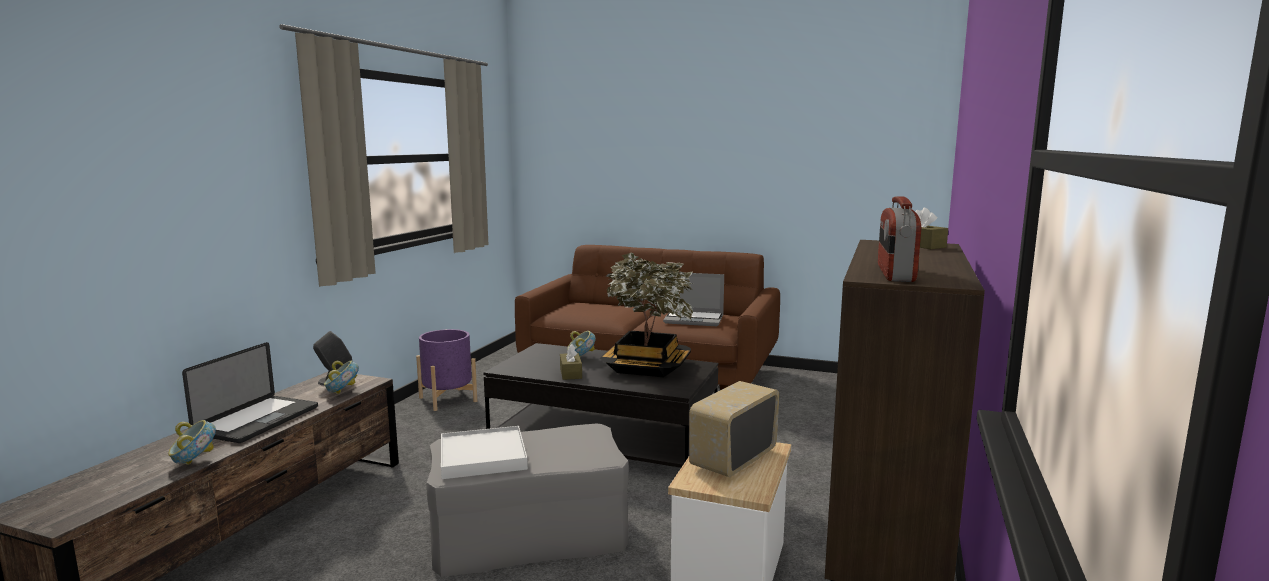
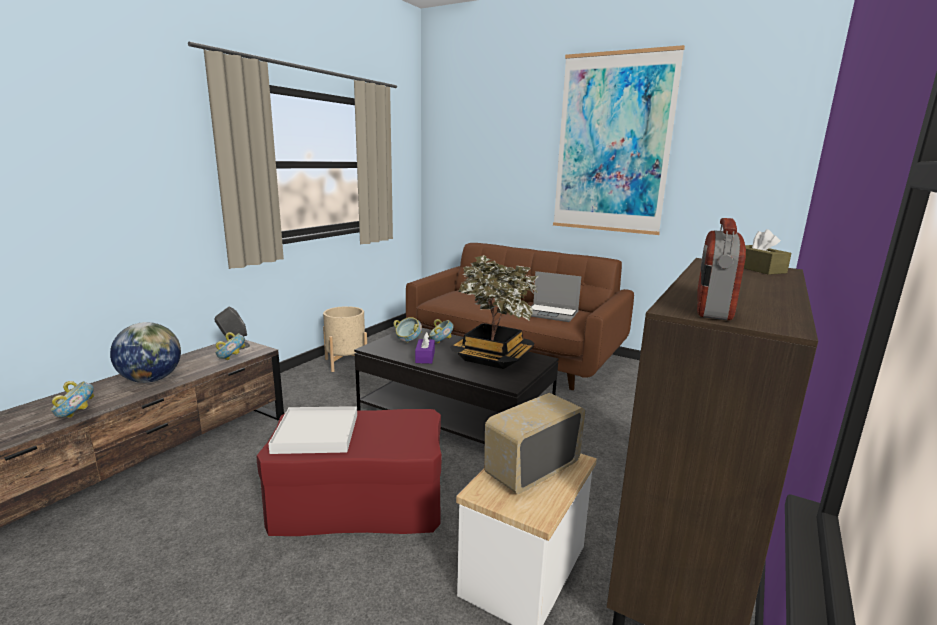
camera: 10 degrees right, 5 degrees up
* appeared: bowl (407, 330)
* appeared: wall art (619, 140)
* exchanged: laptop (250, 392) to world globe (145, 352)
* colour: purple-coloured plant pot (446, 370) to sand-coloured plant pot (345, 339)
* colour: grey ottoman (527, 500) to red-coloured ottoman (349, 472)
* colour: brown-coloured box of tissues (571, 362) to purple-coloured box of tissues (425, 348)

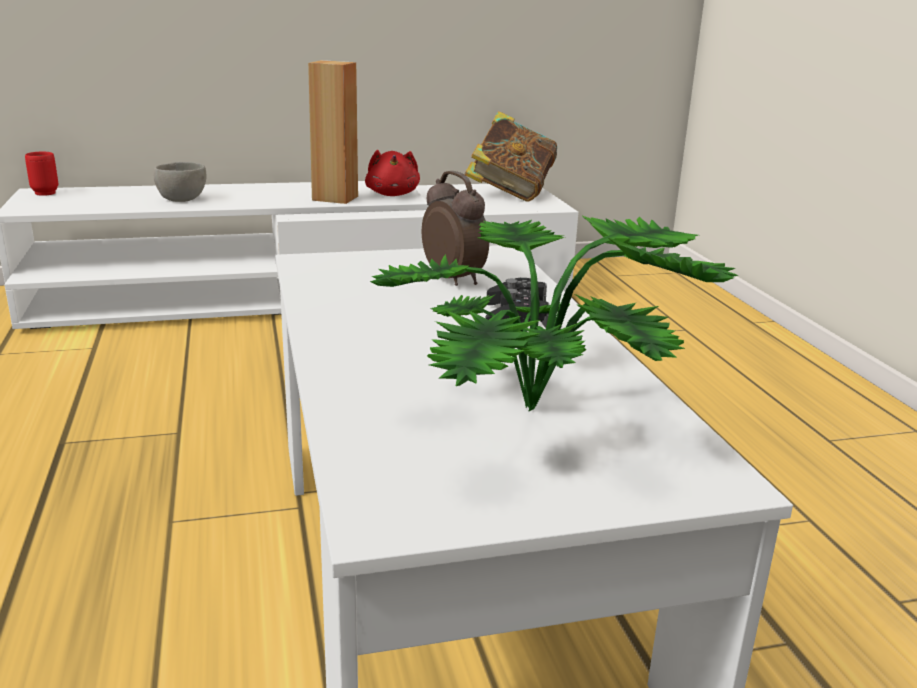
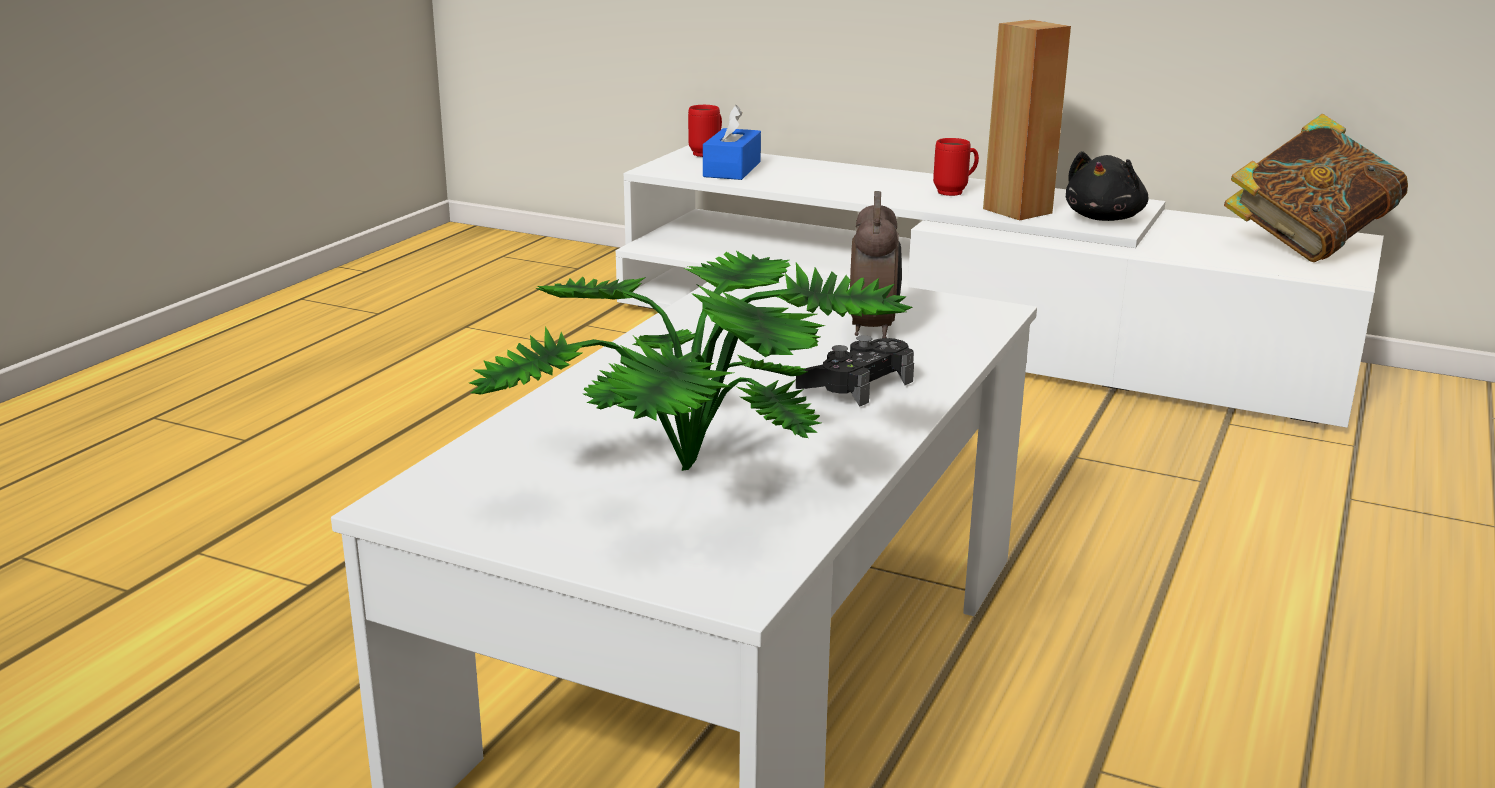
camera: 40 degrees right, 0 degrees up
* missing: grey bowl (180, 182)
* appeared: bluish box of tissues (732, 142)
* appeared: red-coloured mug (956, 167)
* colour: red-coloured plush toy (392, 173) to blackish plush toy (1107, 186)

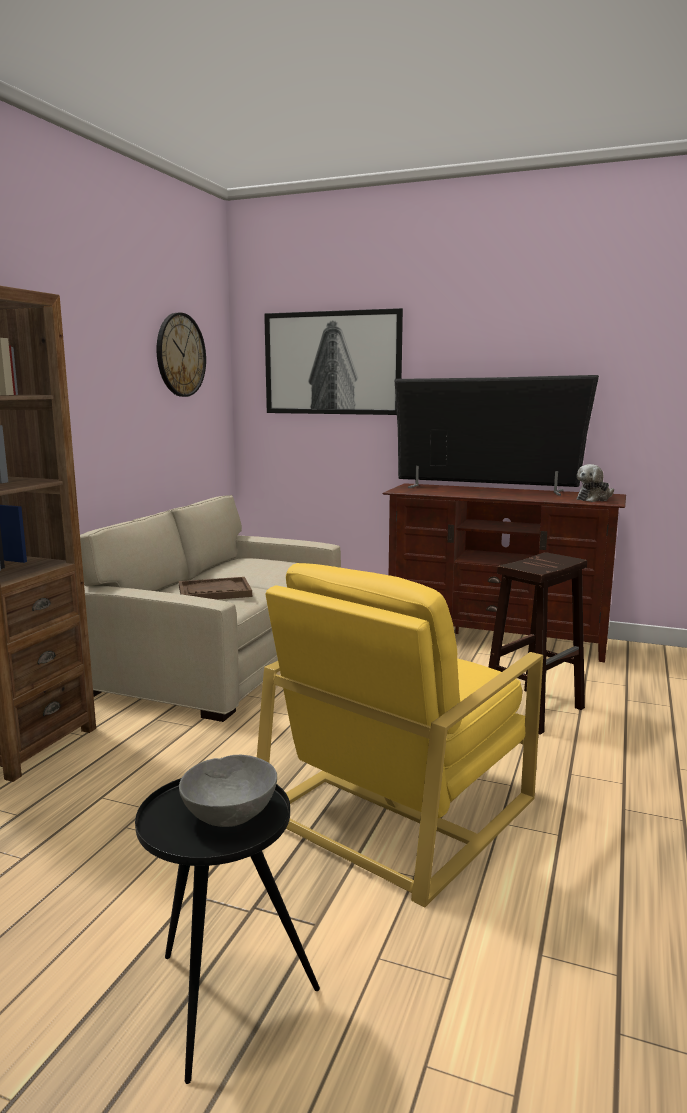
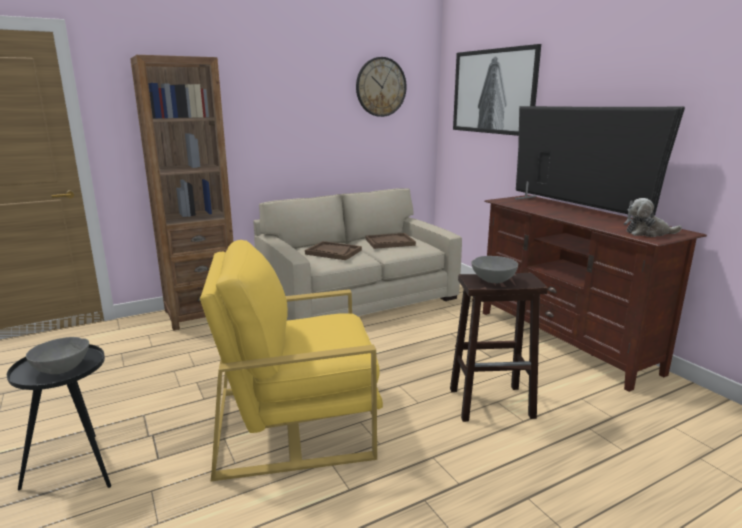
camera: 40 degrees right, 5 degrees up
* appeared: brown-coloured carrying tray (390, 241)
* appeared: grey bowl (494, 269)

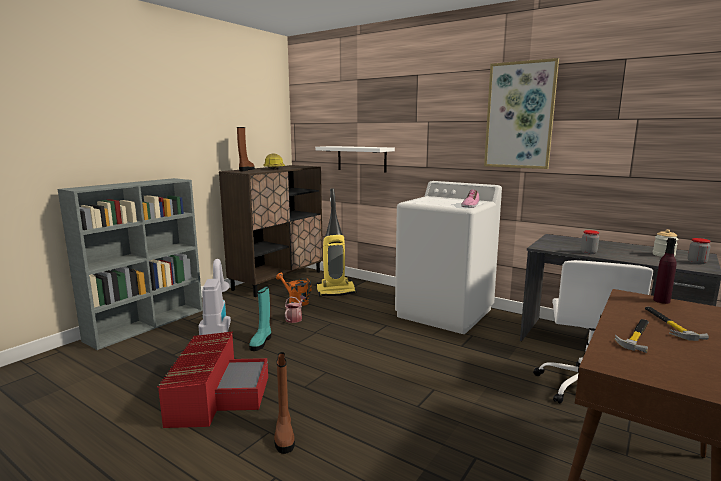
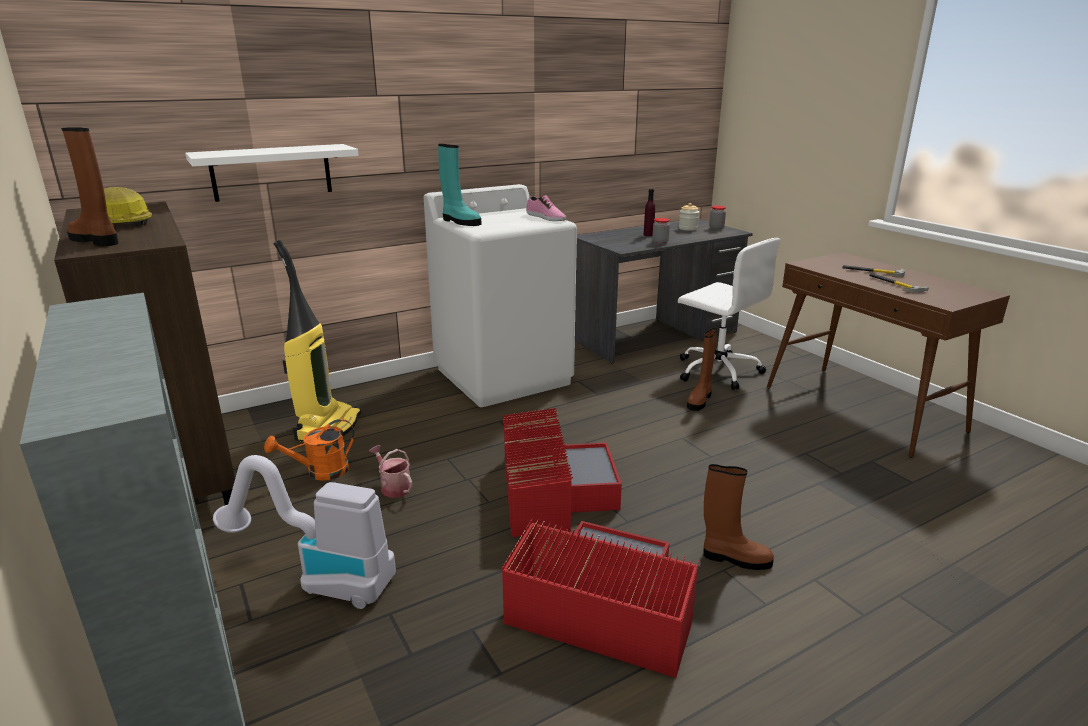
camera: 65 degrees left, 10 degrees up
* missing: wall art (521, 113)
* appeared: red-coloured storage box (562, 472)
* appeared: brown-coloured high-top boot (702, 369)
* relocated: turquoise high-top boot (260, 318) to (460, 185)
* relocated: purple-coloured beverage bottle (664, 271) to (649, 212)

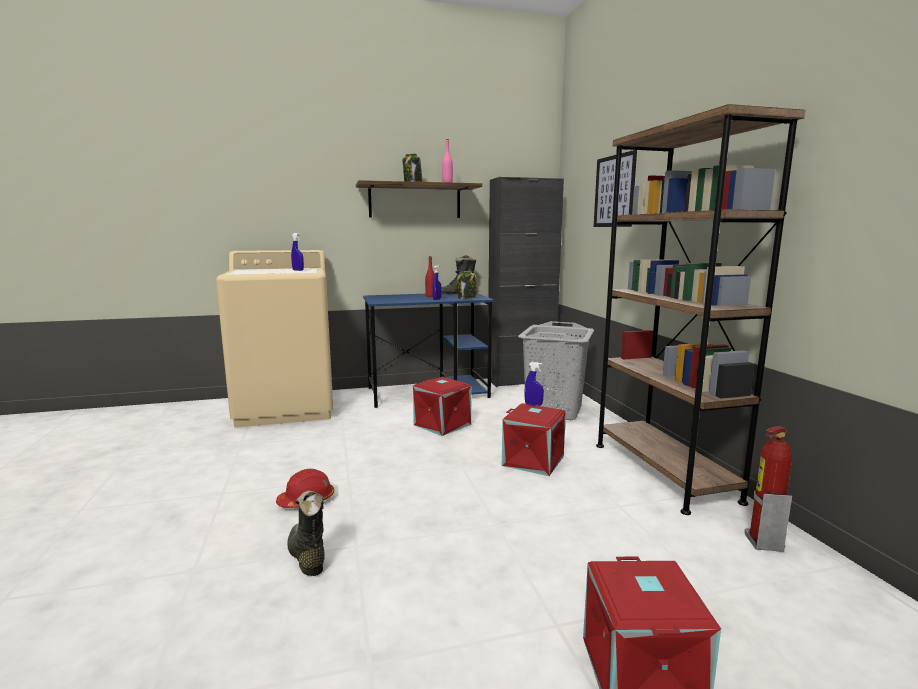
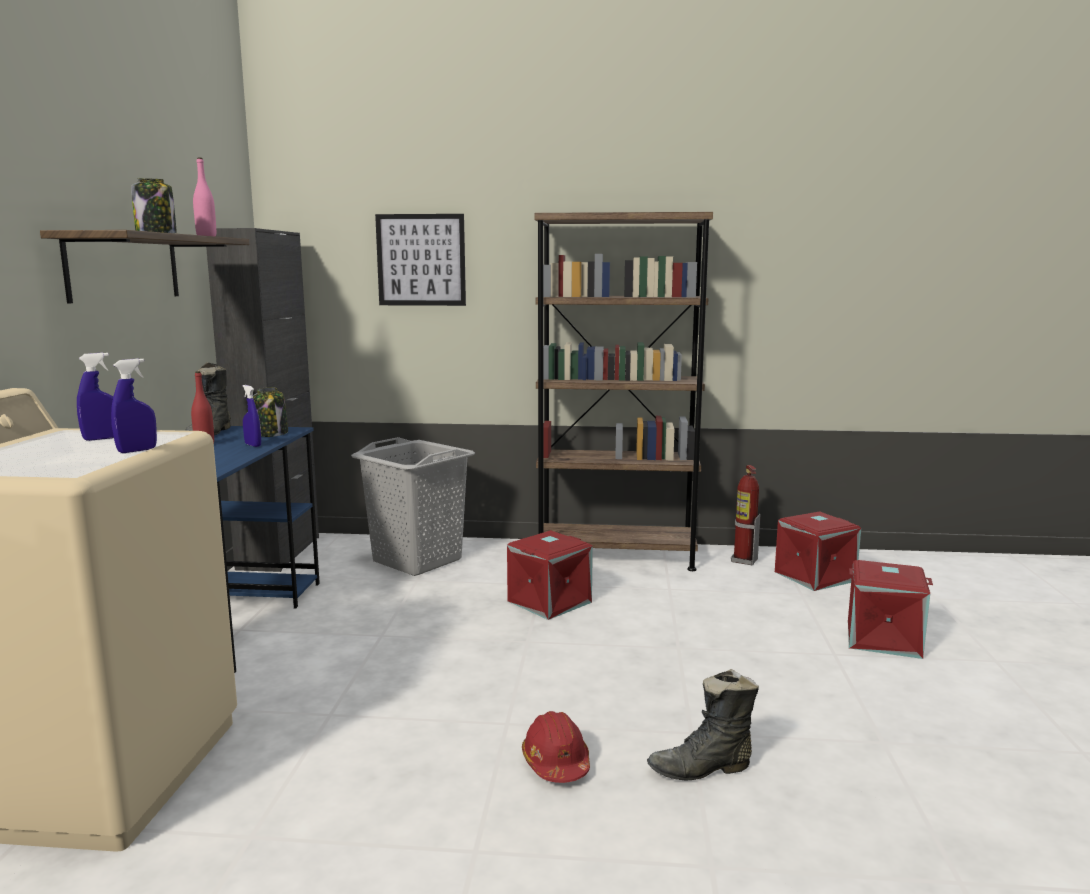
camera: 70 degrees left, 0 degrees up
* relocated: red-coloured storage box (442, 406) to (818, 551)
* relocated: bluish sprayer (534, 384) to (134, 405)

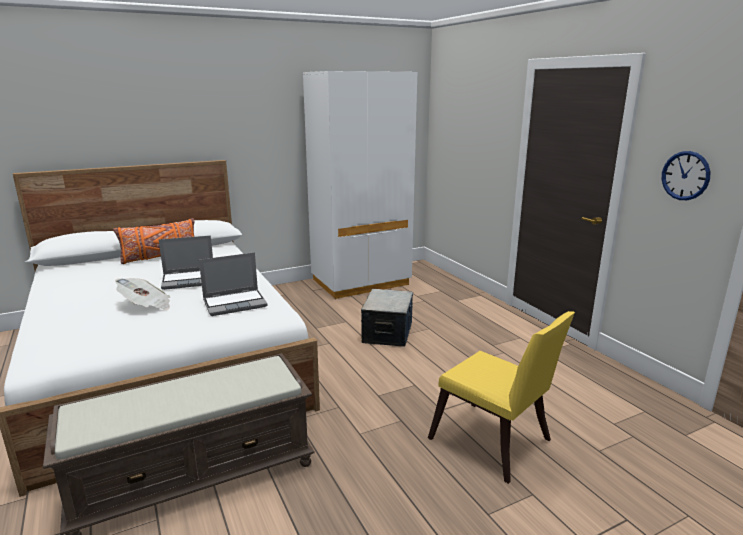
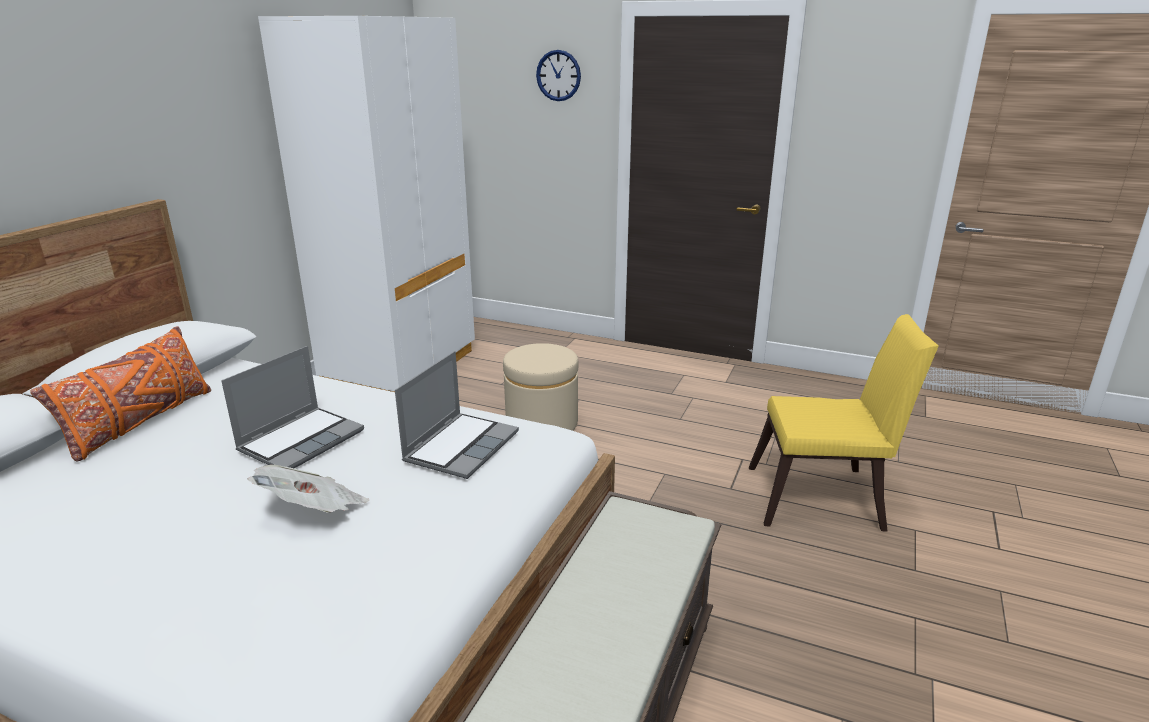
camera: 40 degrees left, 5 degrees up
* relocated: clock on the wall (686, 175) to (558, 75)
* exchanged: storage box (387, 318) to sand-coloured ottoman (540, 387)

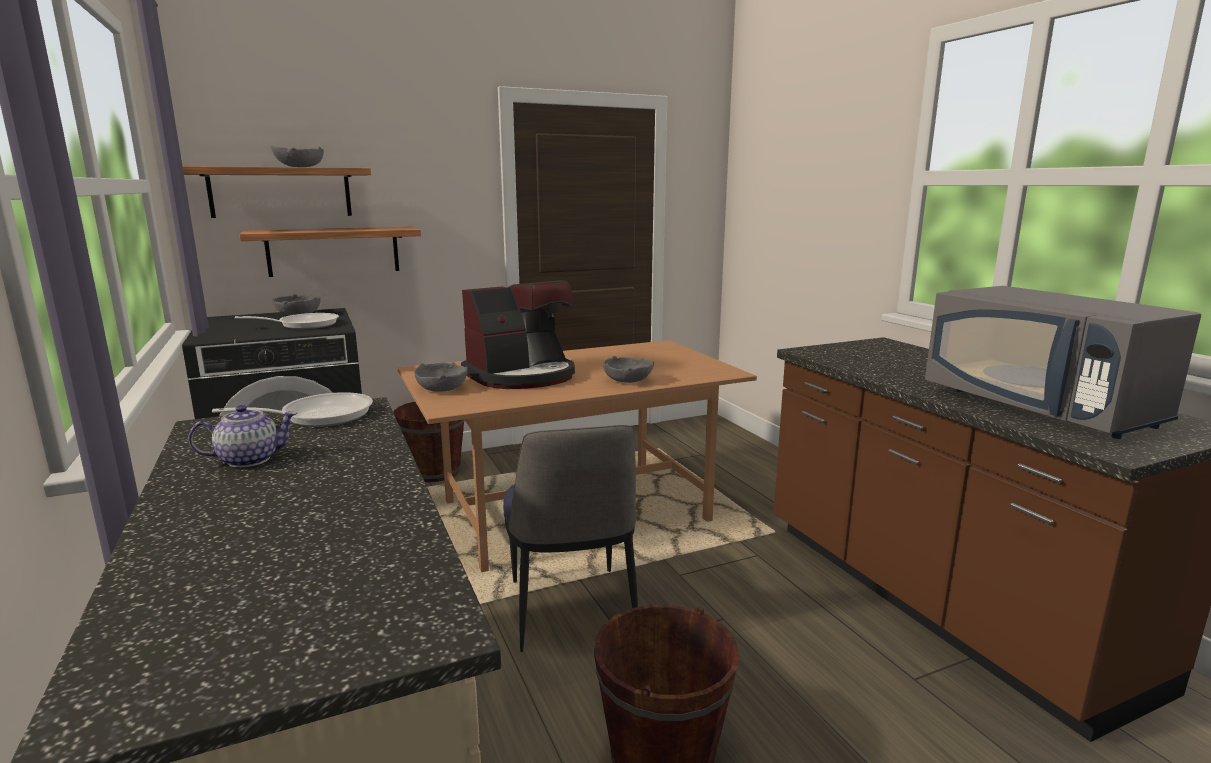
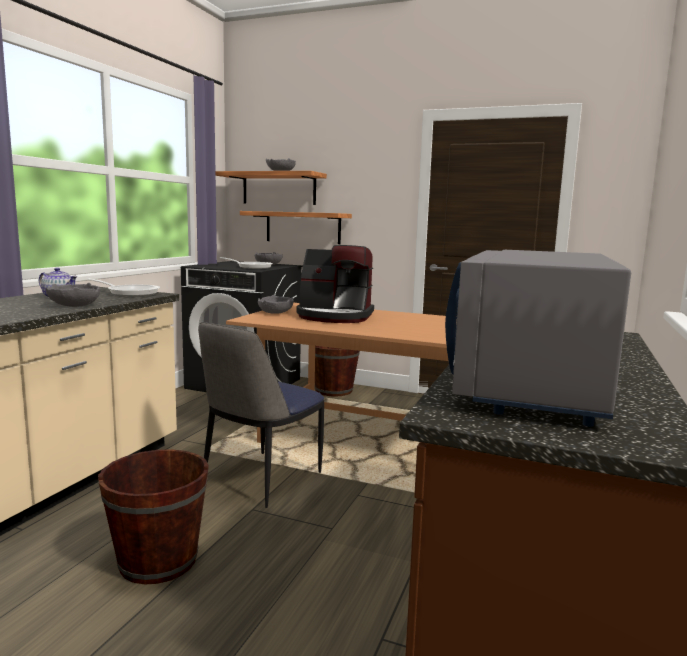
camera: 45 degrees right, 5 degrees down
* relocated: grey bowl (628, 369) to (73, 295)

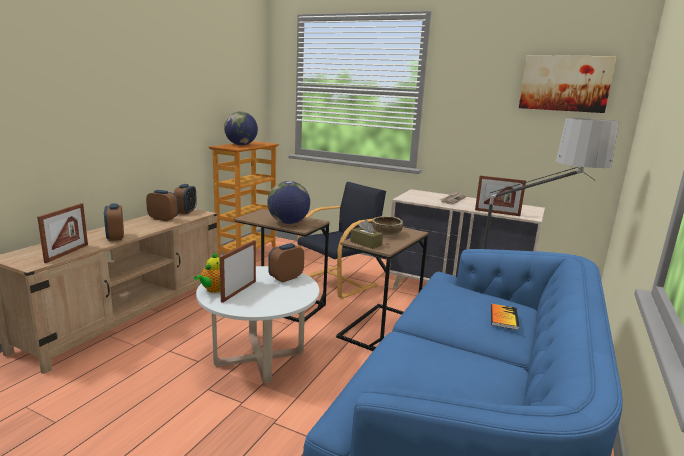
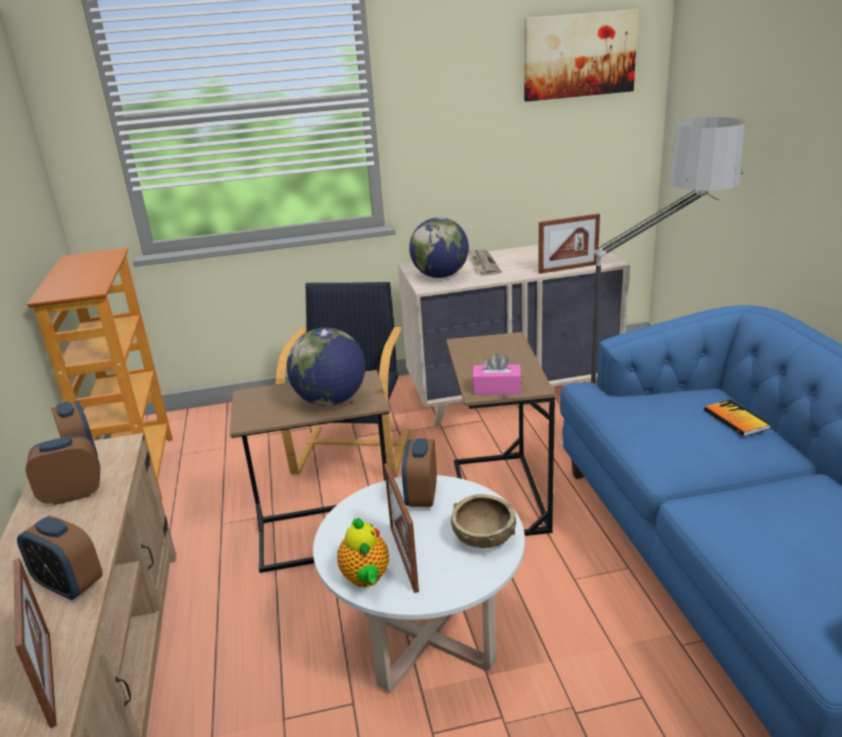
camera: 35 degrees left, 10 degrees up
* relocated: world globe (241, 128) to (439, 247)
* relocated: brown-coloured bowl (387, 225) to (483, 521)
* colour: brown-coloured box of tissues (366, 234) to pink-coloured box of tissues (497, 374)

